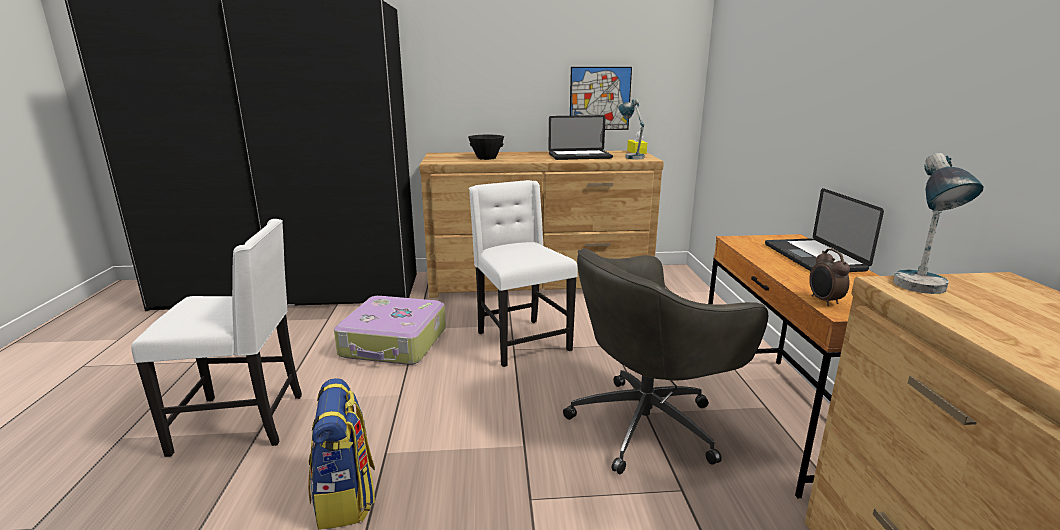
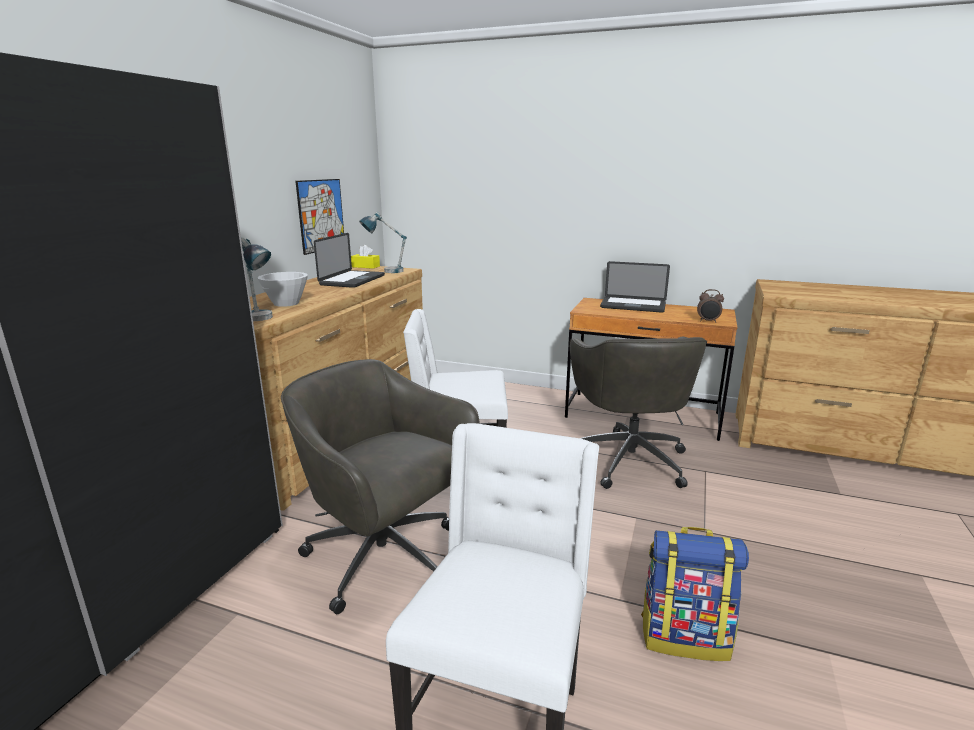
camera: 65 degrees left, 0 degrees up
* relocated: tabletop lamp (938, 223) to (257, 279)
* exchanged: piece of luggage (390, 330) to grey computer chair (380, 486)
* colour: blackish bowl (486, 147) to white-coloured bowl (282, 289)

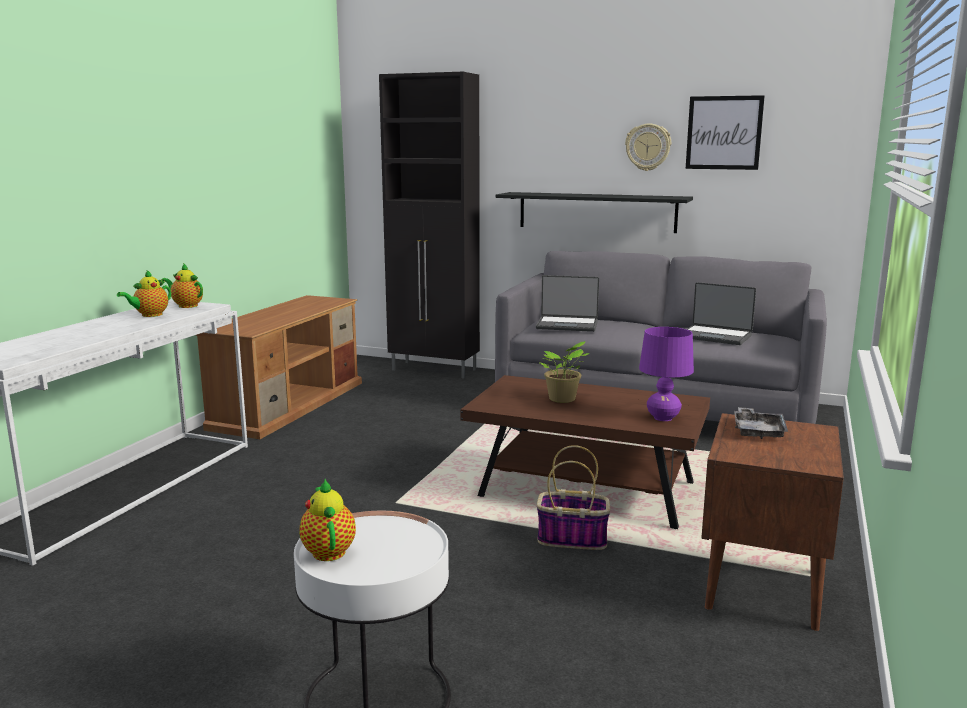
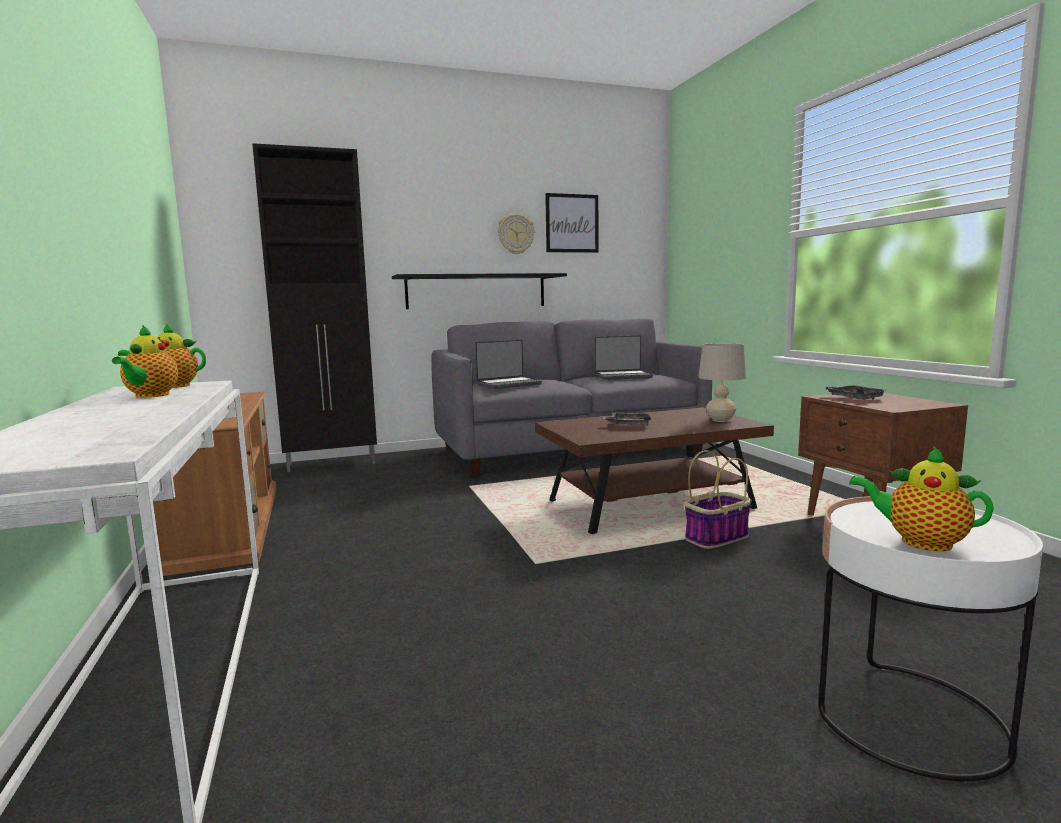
camera: 40 degrees left, 5 degrees down
* exchanged: plant in a pot (564, 372) to grey carrying tray (627, 419)
* colour: purple-coloured tabletop lamp (666, 374) to sand-coloured tabletop lamp (722, 382)

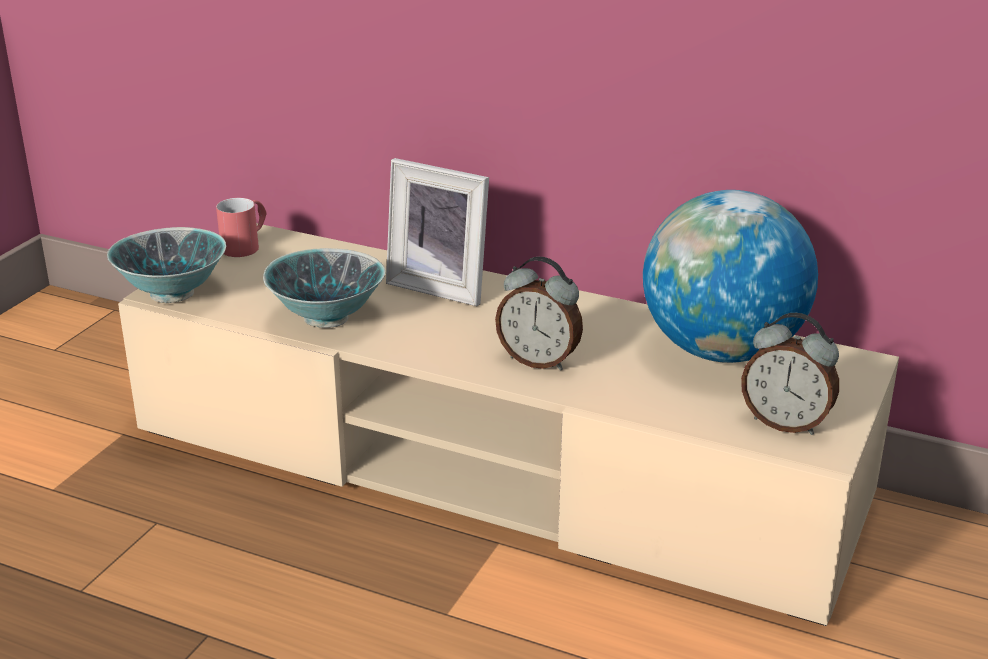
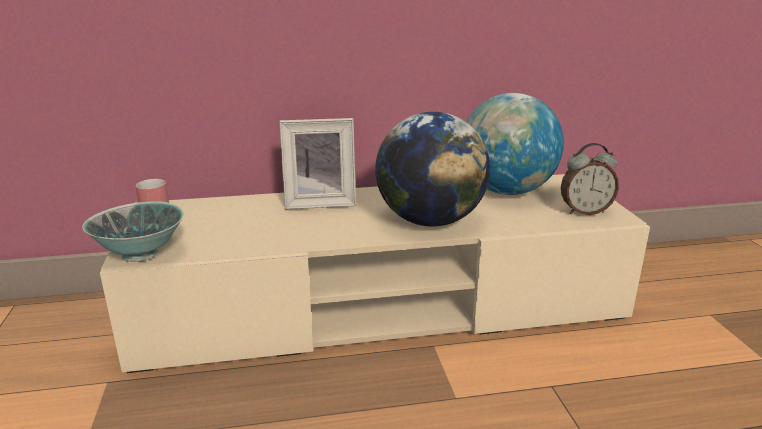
camera: 35 degrees left, 5 degrees down
* missing: bowl (324, 288)
* exchanged: alarm clock (539, 314) to world globe (432, 169)

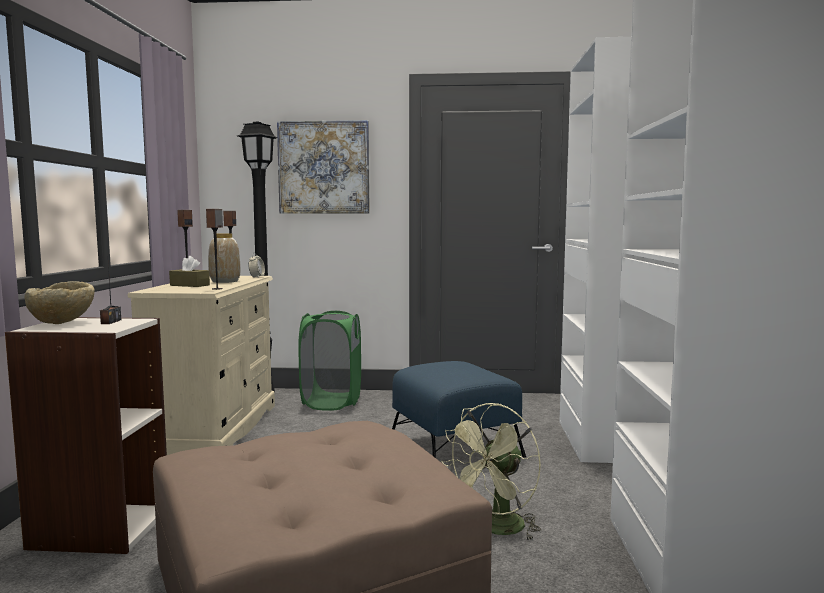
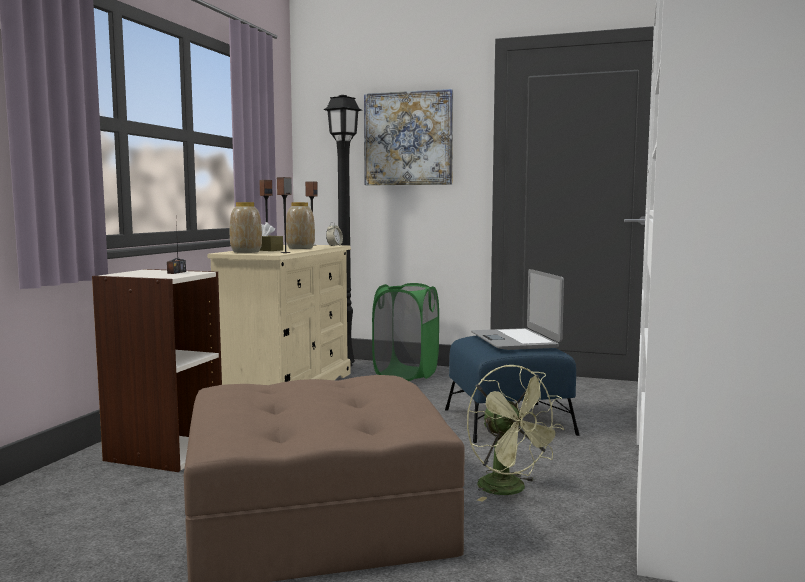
camera: 15 degrees right, 0 degrees up
* missing: sand-coloured bowl (59, 302)
* appeared: decorative vase (246, 227)
* appeared: laptop (517, 309)
* spun: green-coloured fan (491, 472) = (515, 433) 90 degrees counterclockwise

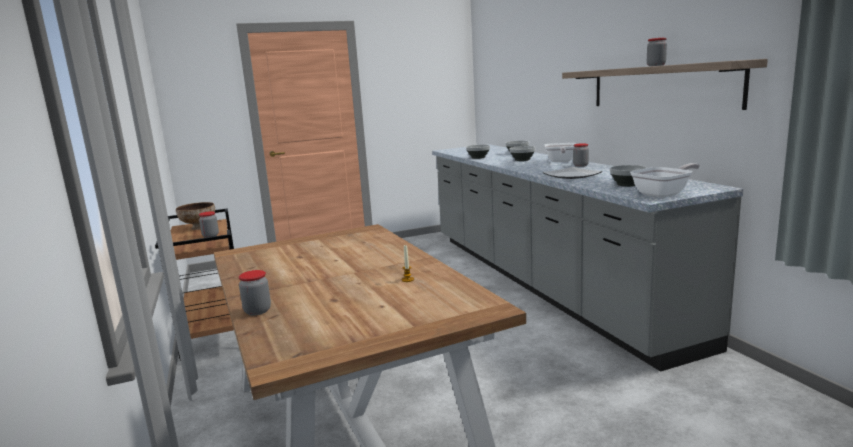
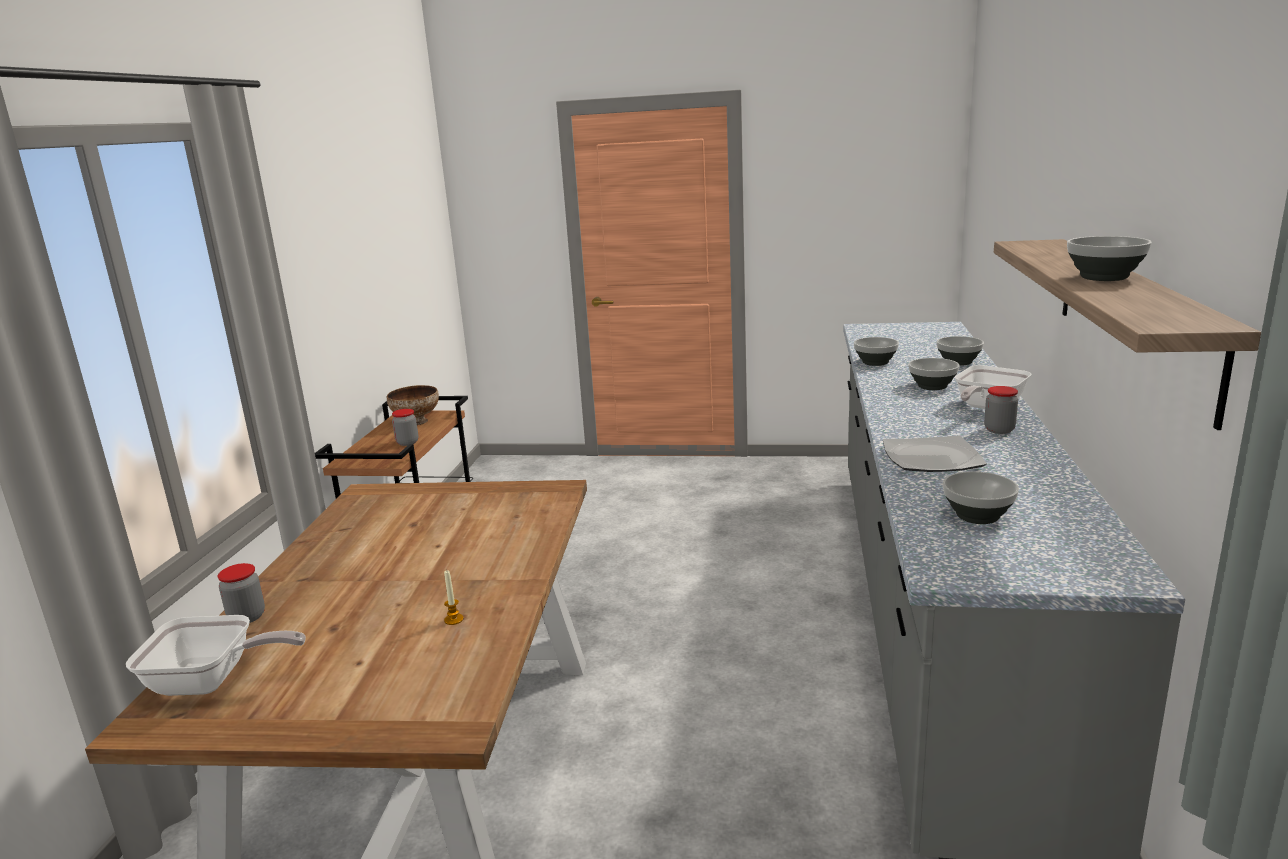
camera: 30 degrees right, 5 degrees up
* relocated: frying pan (665, 180) to (216, 655)
* exchanged: storage jar (657, 52) to bowl (1109, 258)

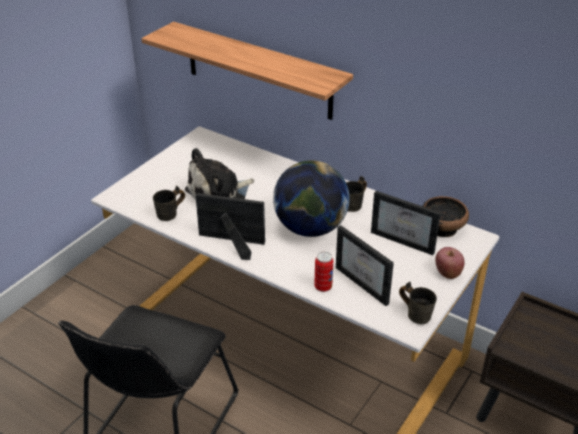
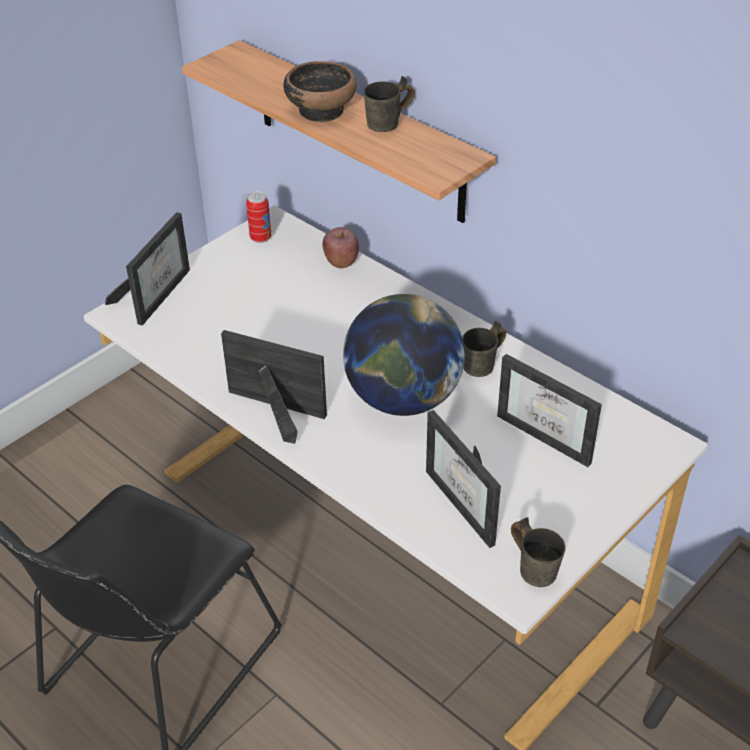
camera: 10 degrees right, 5 degrees up
* missing: plush toy (219, 174)
* appeared: photo frame (147, 269)
* relocated: grey mug (169, 203) to (389, 104)
* relocated: can (323, 272) to (258, 217)
* relocated: bowl (446, 216) to (320, 91)
* relocated: apple (450, 263) to (341, 247)

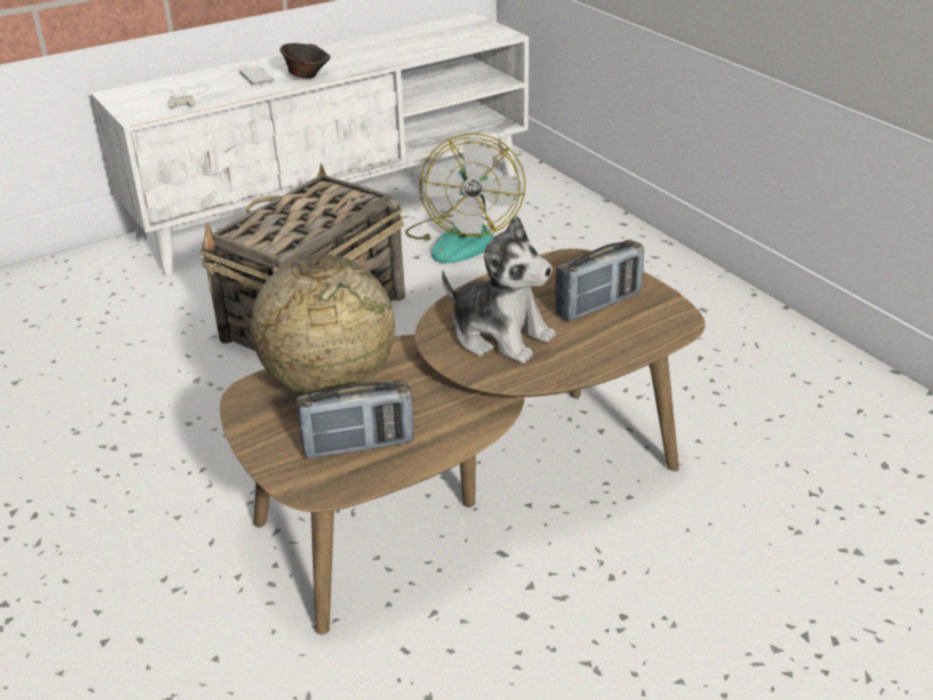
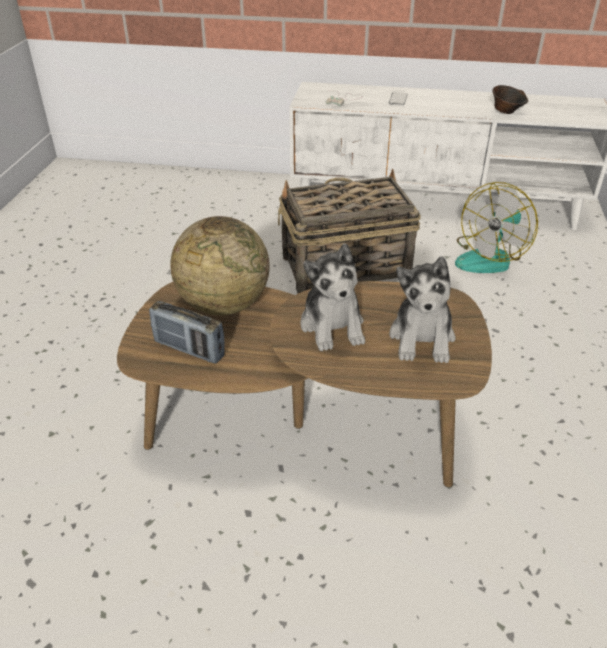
camera: 40 degrees right, 5 degrees up
* relocated: brown-coloured bowl (305, 61) to (510, 99)
* exchanged: radio receiver (599, 280) to plush toy (422, 309)

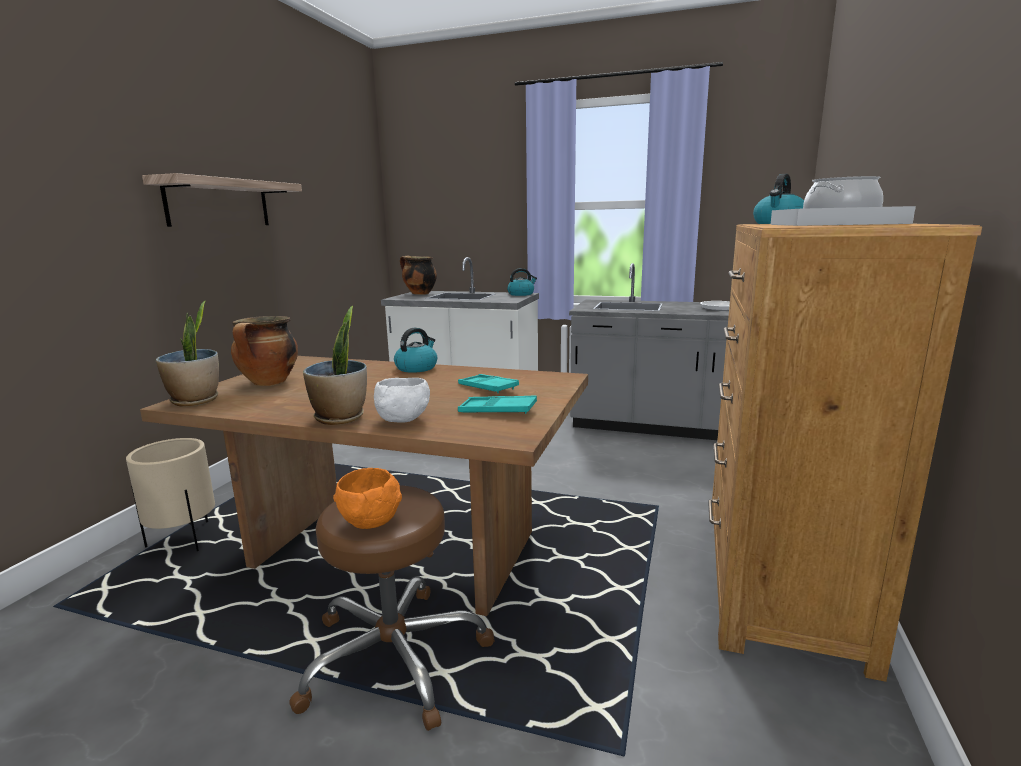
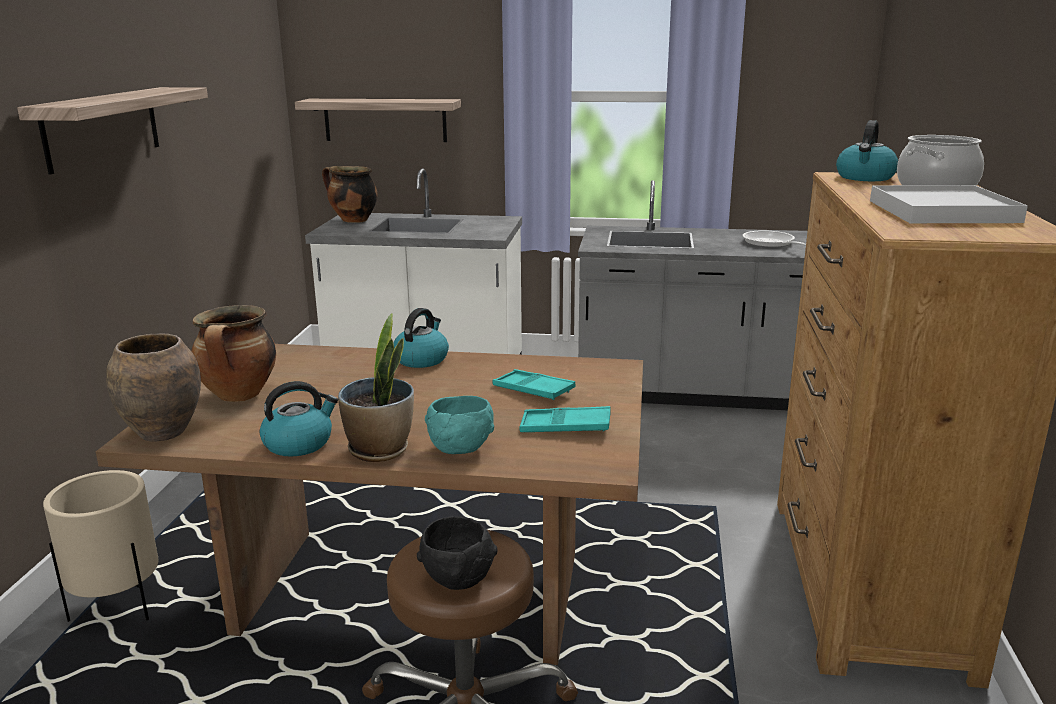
camera: 10 degrees left, 5 degrees up
* appeared: wall shelf (378, 120)
* relocated: kettle (522, 282) to (299, 419)
* exchanged: plant in a pot (187, 353) to brown-coloured decorative vase (153, 387)
* colour: orange-coloured bowl (367, 498) to blackish bowl (457, 553)
* colour: white-coloured bowl (402, 400) to turquoise bowl (459, 425)

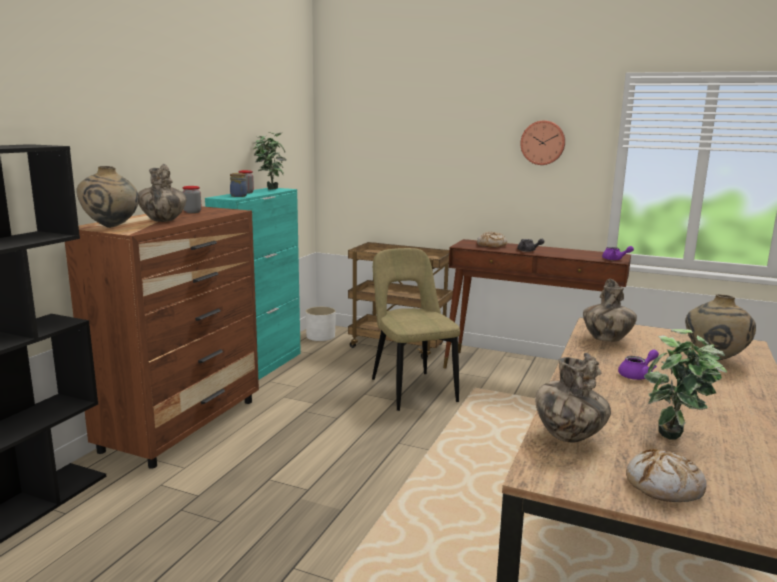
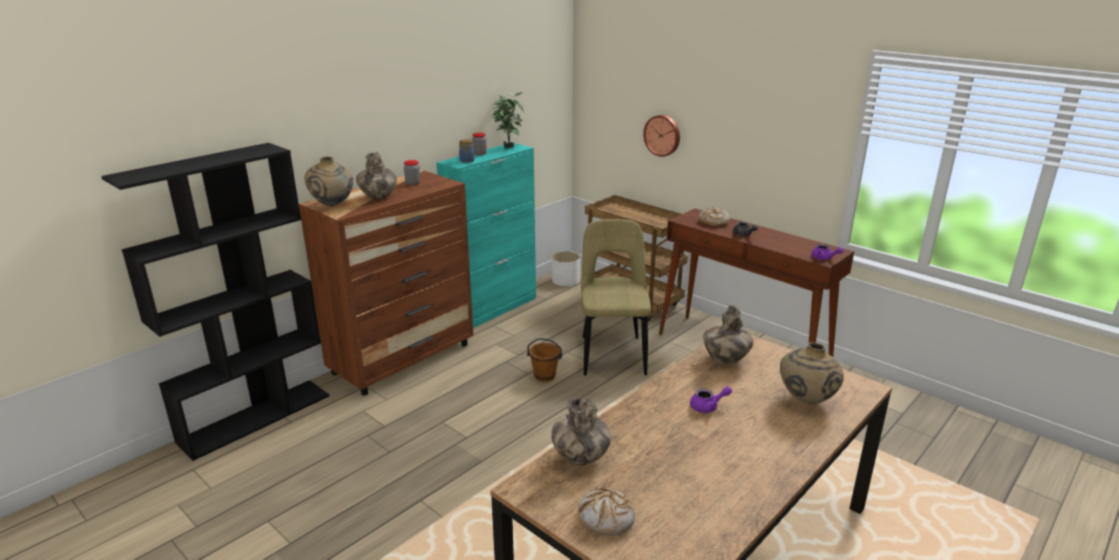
camera: 20 degrees right, 10 degrees up
* missing: plant in a pot (685, 384)
* appeared: brown-coloured water bucket (544, 360)
* relocated: clock on the wall (542, 142) to (661, 136)

